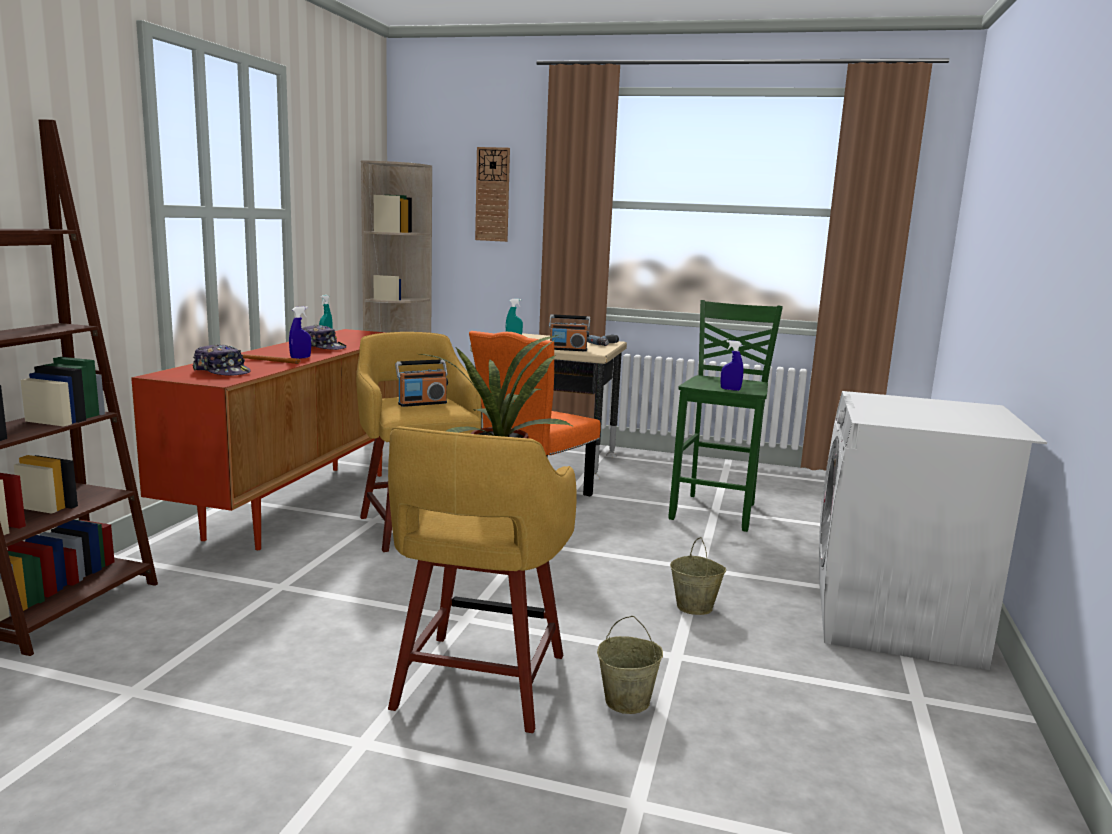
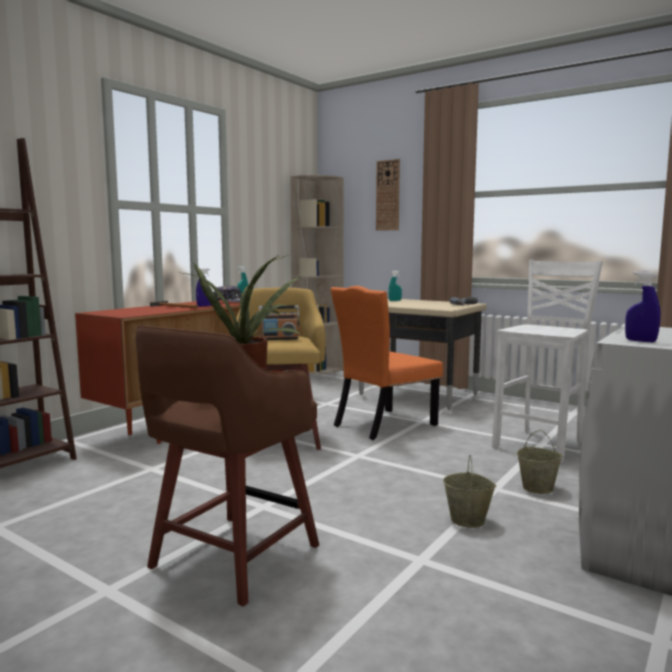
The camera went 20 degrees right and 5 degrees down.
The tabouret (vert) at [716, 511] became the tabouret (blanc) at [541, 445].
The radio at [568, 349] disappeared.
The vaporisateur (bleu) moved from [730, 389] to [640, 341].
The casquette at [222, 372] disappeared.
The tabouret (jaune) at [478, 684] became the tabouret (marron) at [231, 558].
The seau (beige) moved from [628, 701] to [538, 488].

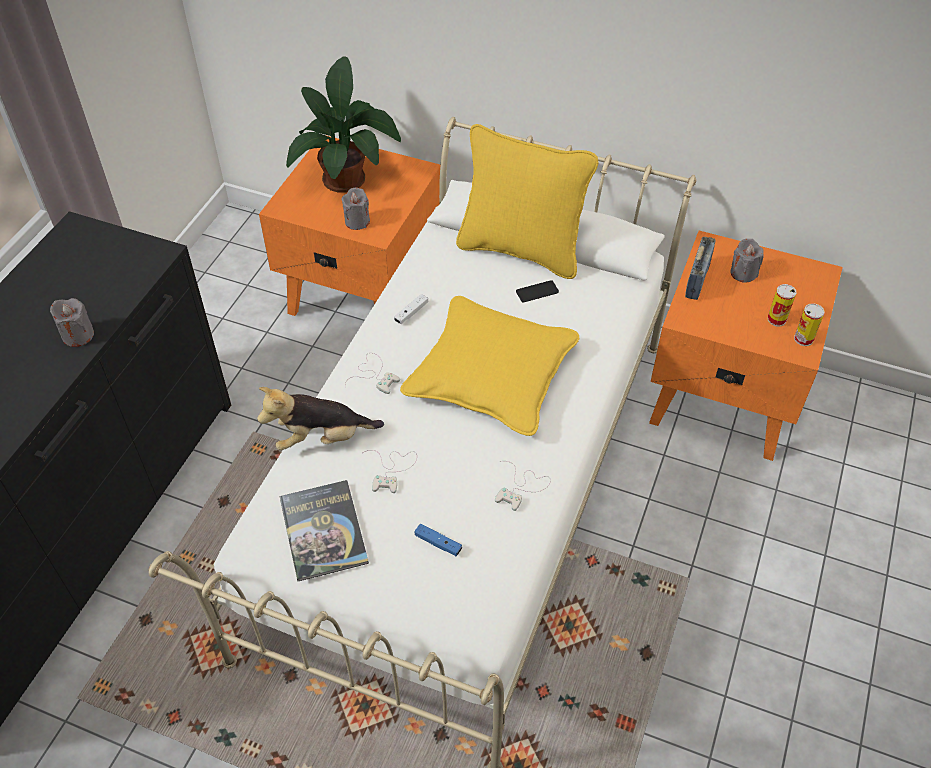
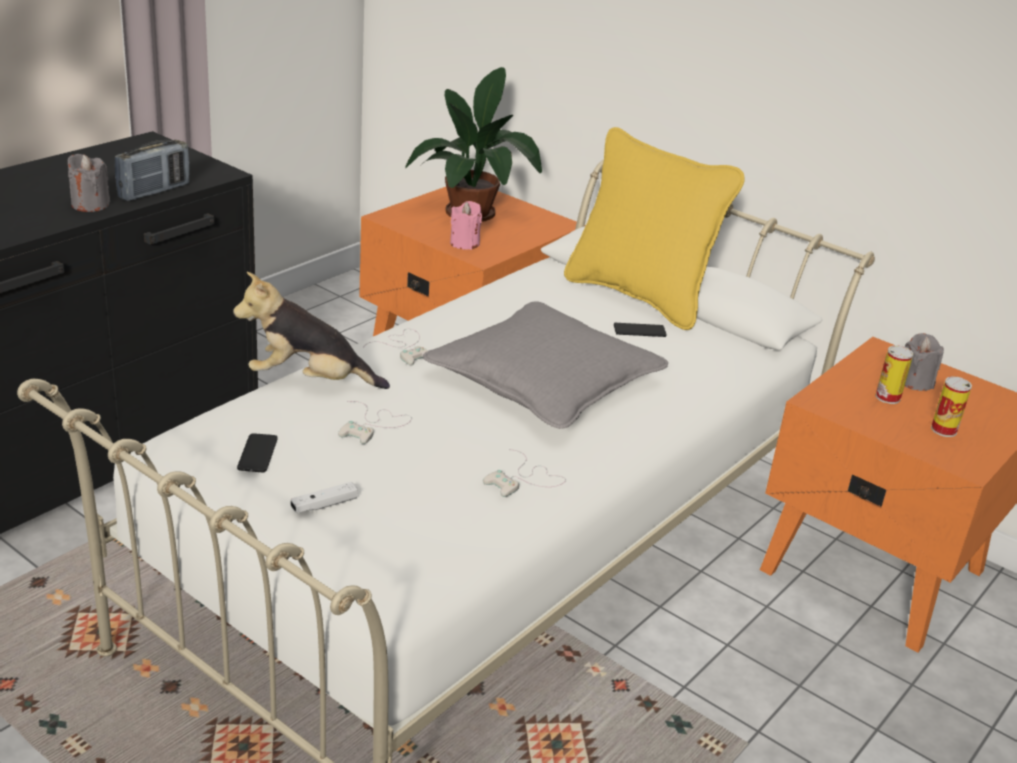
The camera went 15 degrees right and 20 degrees down.
The bougie (gris) at [357, 221] became the bougie (rose) at [464, 243].
The radio moved from [697, 280] to [154, 192].
The manette (blanc) moved from [411, 313] to [324, 505].
The coussin (jaune) at [491, 373] became the coussin (gris) at [544, 379].
The boîte métallique moved from [803, 339] to [887, 397].
The livre at [323, 530] was replaced by the téléphone at [257, 453].
The manette (bleu) at [438, 543] disappeared.

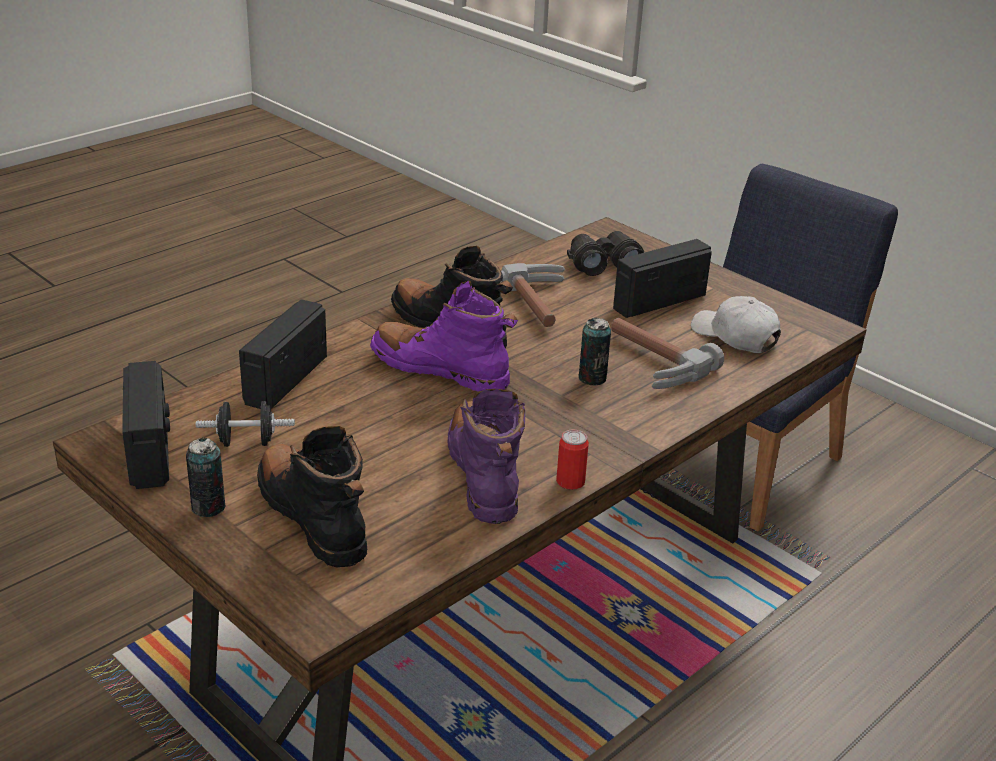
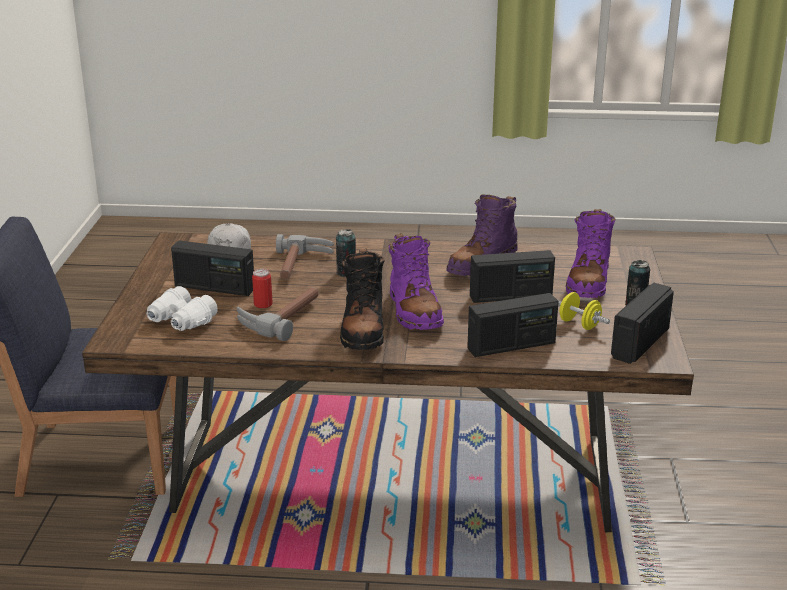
The camera went 130 degrees left and 5 degrees down.
The jumelles (noir) at [603, 264] became the jumelles (blanc) at [181, 321].
The haltère (noir) at [246, 442] became the haltère (jaune) at [579, 324].
The botte (noir) at [313, 518] became the botte (violet) at [588, 282].
The boîte métallique moved from [570, 482] to [263, 304].
The radio at [511, 296] appeared.

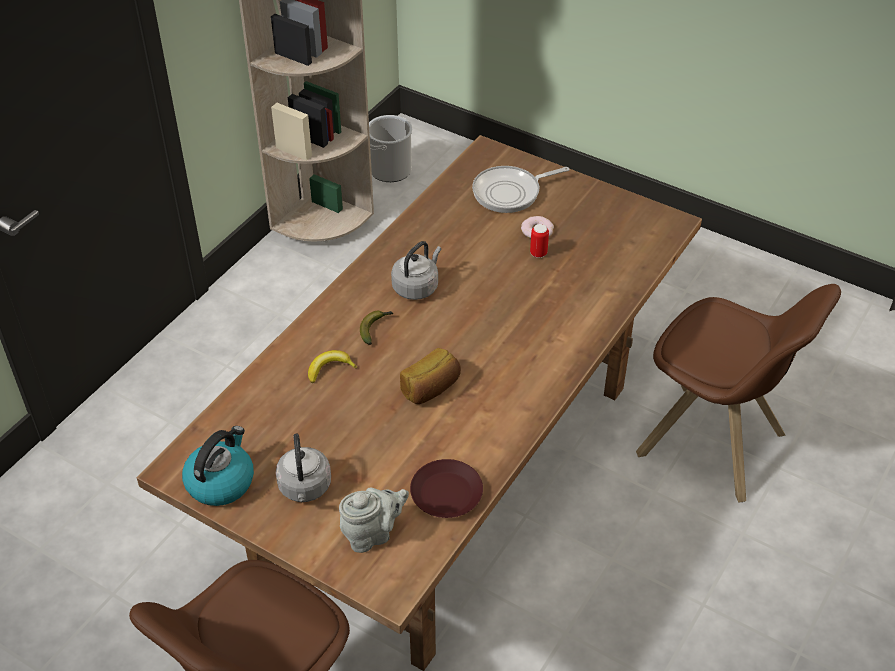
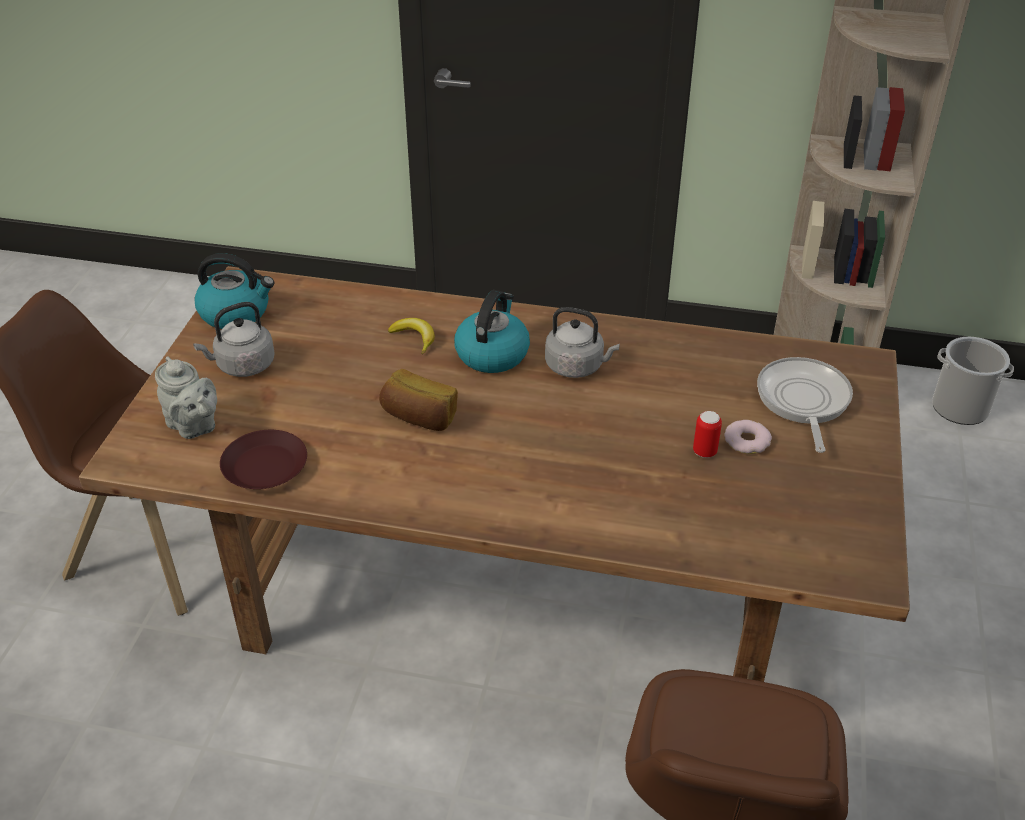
The camera went 70 degrees right and 5 degrees down.
The poêle at [510, 192] turned 45 degrees clockwise.
The banane at [375, 328] was replaced by the bouilloire at [492, 353].

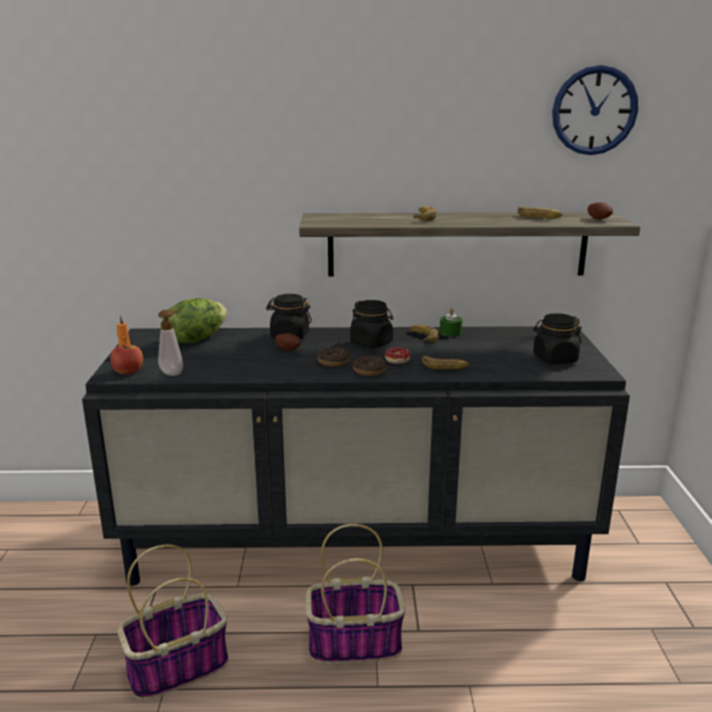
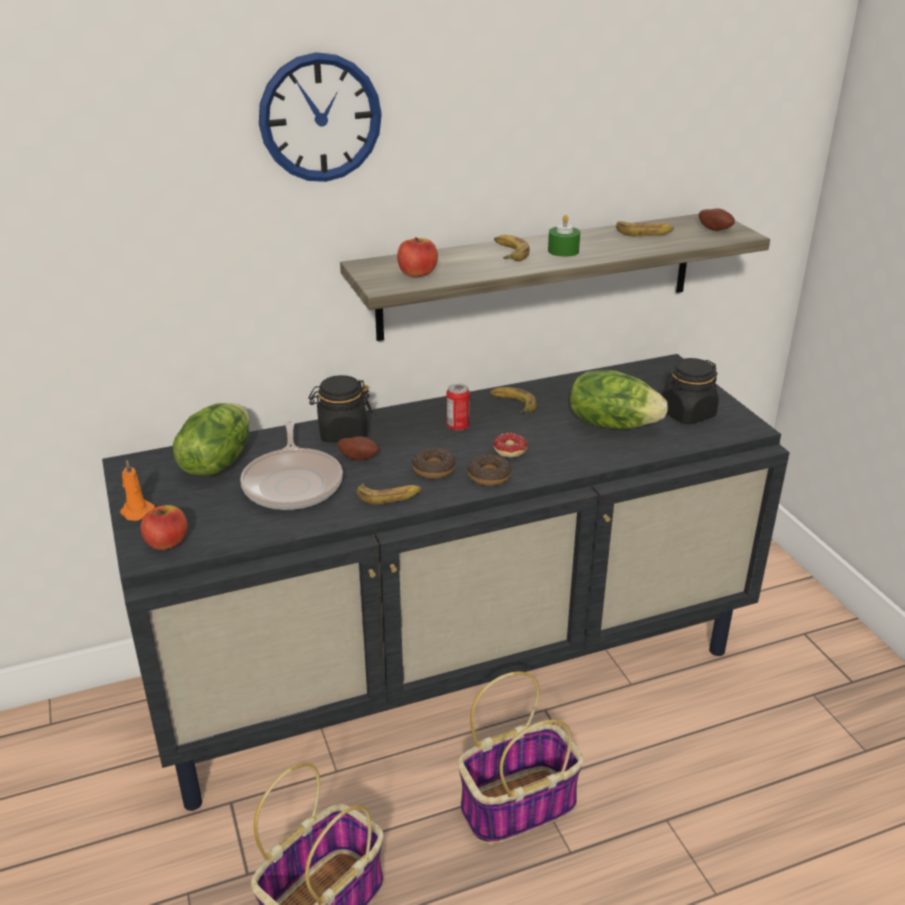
The camera went 20 degrees left and 10 degrees up.
The horloge murale moved from [594, 111] to [320, 118].
The bocal (noir) at [371, 343] was replaced by the boîte métallique at [458, 426].
The bougie (vert) moved from [450, 332] to [563, 251].
The distributeur de savon at [173, 373] disappeared.
The banane moved from [445, 366] to [389, 496].
The pomme at [417, 273] appeared.
The laitue at [612, 424] appeared.
The poêle at [293, 483] appeared.

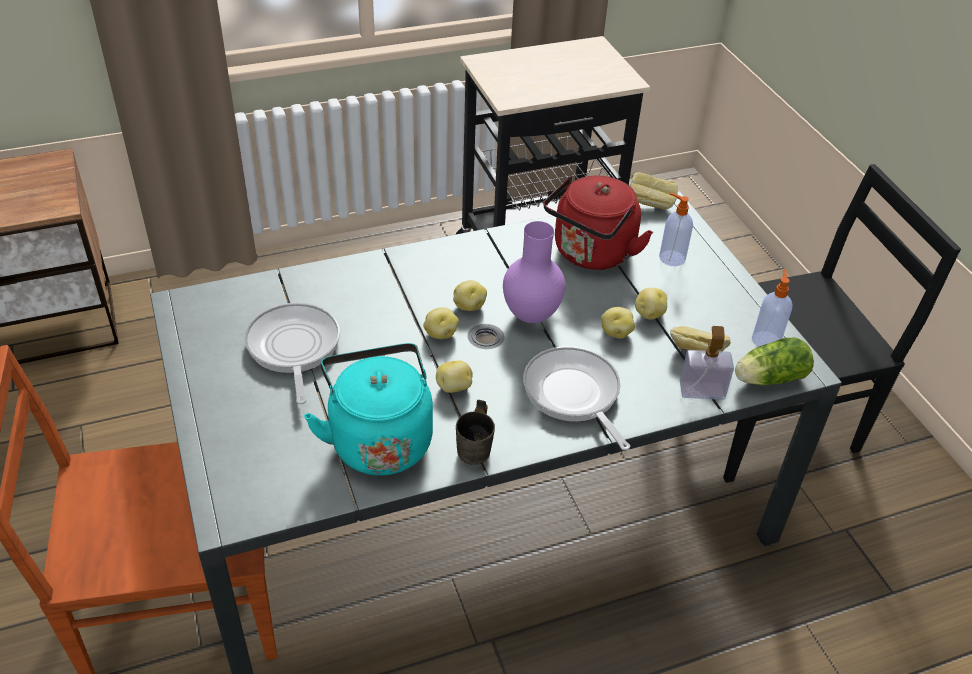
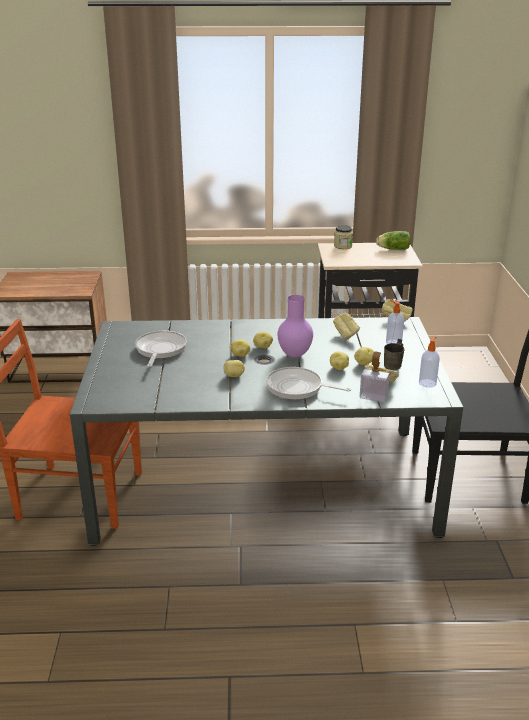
The camera went 20 degrees right and 15 degrees down.
The bouilloire (rouge) at [591, 254] was replaced by the pain at [346, 335].
The laitue moved from [767, 378] to [392, 249].
The bouilloire (turquoise) at [379, 439] disappeared.
The poêle at [574, 394] turned 60 degrees counterclockwise.
The mug (gris) moved from [479, 448] to [396, 366].
The bocal at [343, 246] appeared.

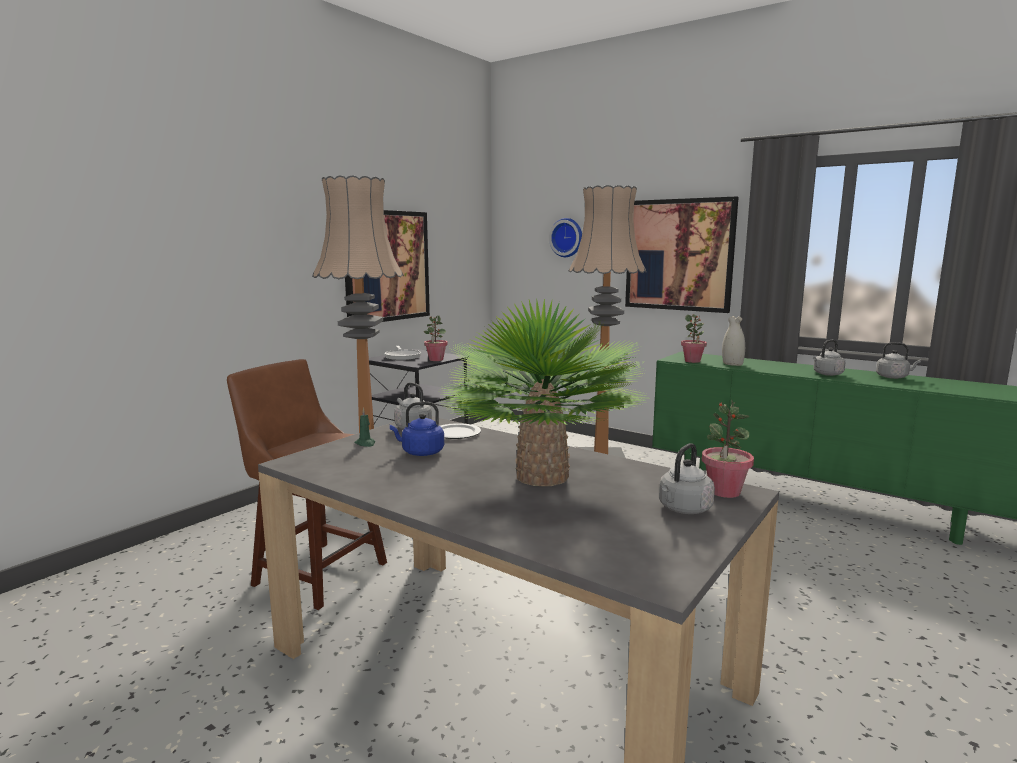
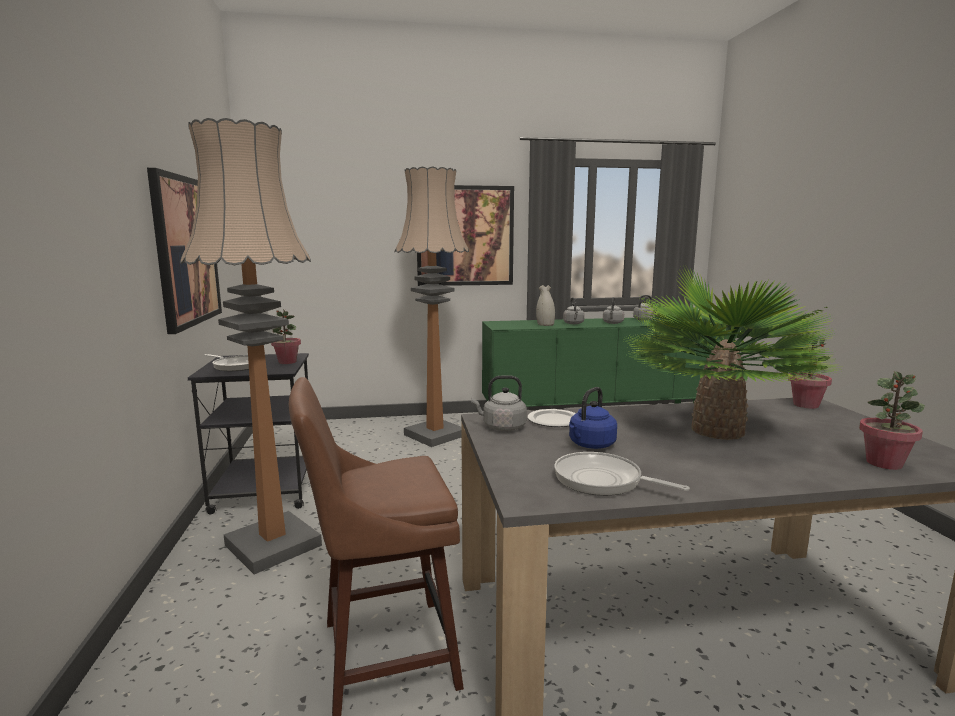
The camera went 45 degrees left and 0 degrees up.
The horloge murale at [567, 237] disappeared.
The plante en pot moved from [692, 361] to [884, 463].
The bougie (vert) at [365, 443] disappeared.
The bouilloire (gris) moved from [683, 509] to [573, 323].
The poêle at [602, 481] appeared.

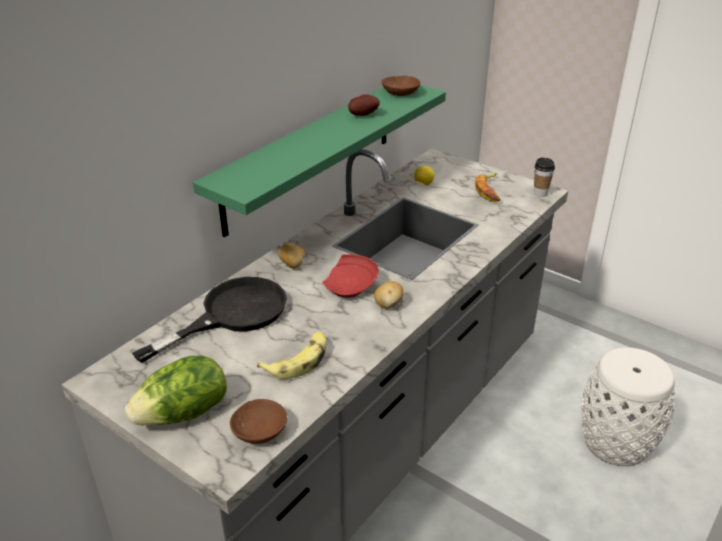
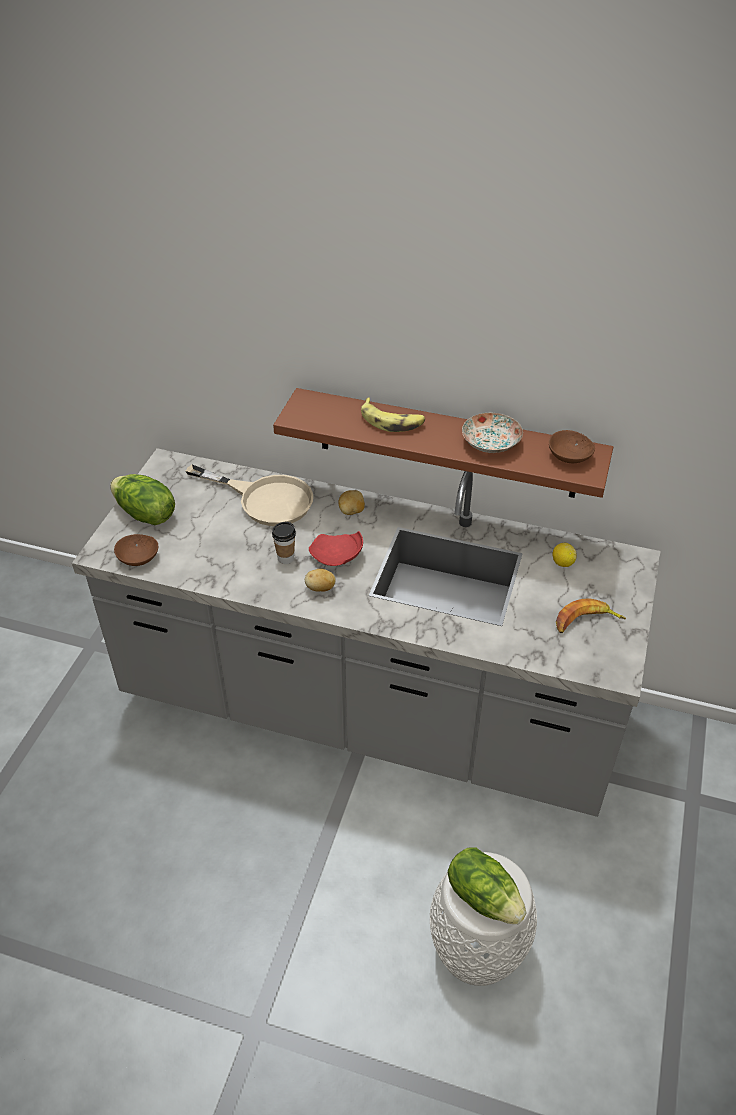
The camera went 70 degrees right and 10 degrees up.
The étagère (vert) at [311, 154] became the étagère (marron) at [447, 444].
The pomme de terre at [363, 115] was replaced by the assiette at [491, 443].
The tasse moved from [540, 193] to [285, 558].
The poêle (noir) at [231, 314] became the poêle (beige) at [265, 499].
The banane moved from [298, 360] to [392, 421].
The laitue at [484, 896] appeared.

